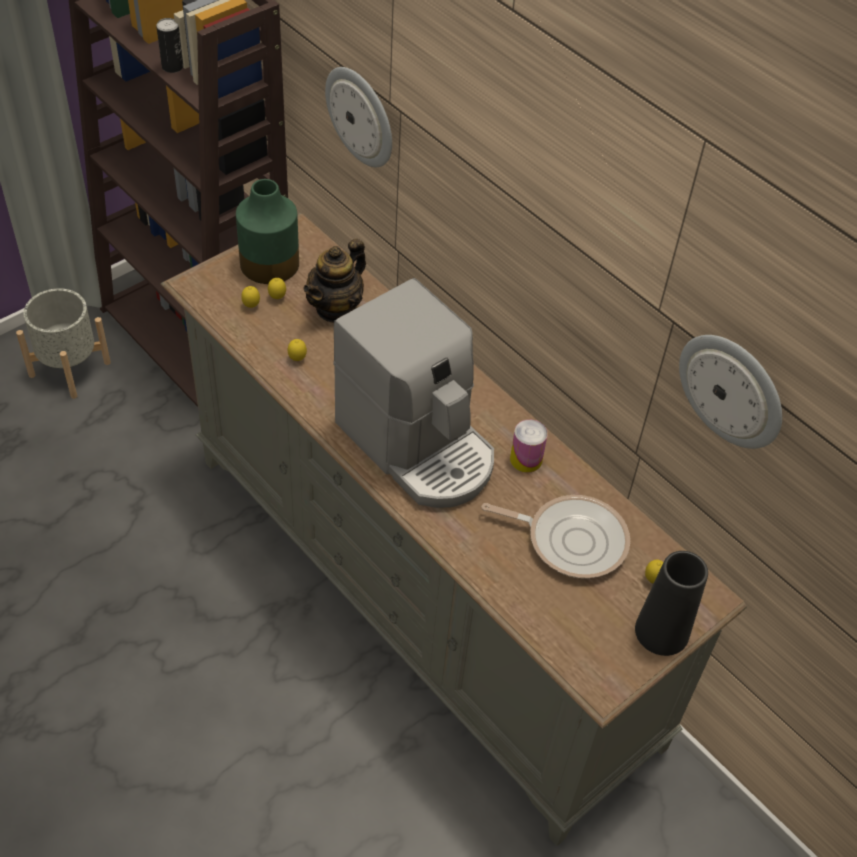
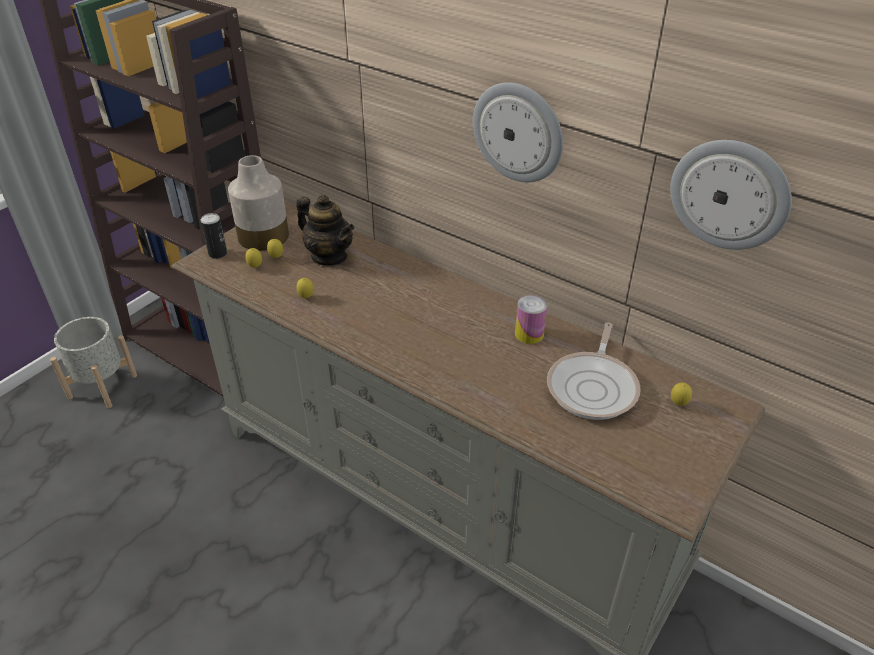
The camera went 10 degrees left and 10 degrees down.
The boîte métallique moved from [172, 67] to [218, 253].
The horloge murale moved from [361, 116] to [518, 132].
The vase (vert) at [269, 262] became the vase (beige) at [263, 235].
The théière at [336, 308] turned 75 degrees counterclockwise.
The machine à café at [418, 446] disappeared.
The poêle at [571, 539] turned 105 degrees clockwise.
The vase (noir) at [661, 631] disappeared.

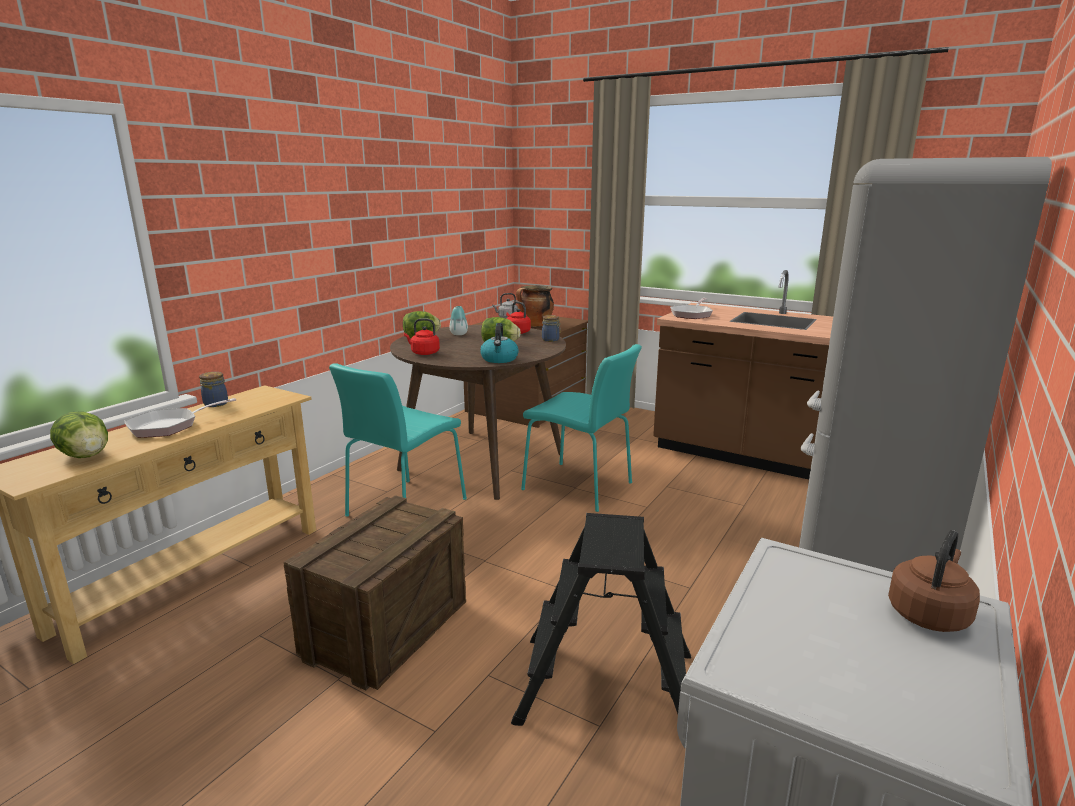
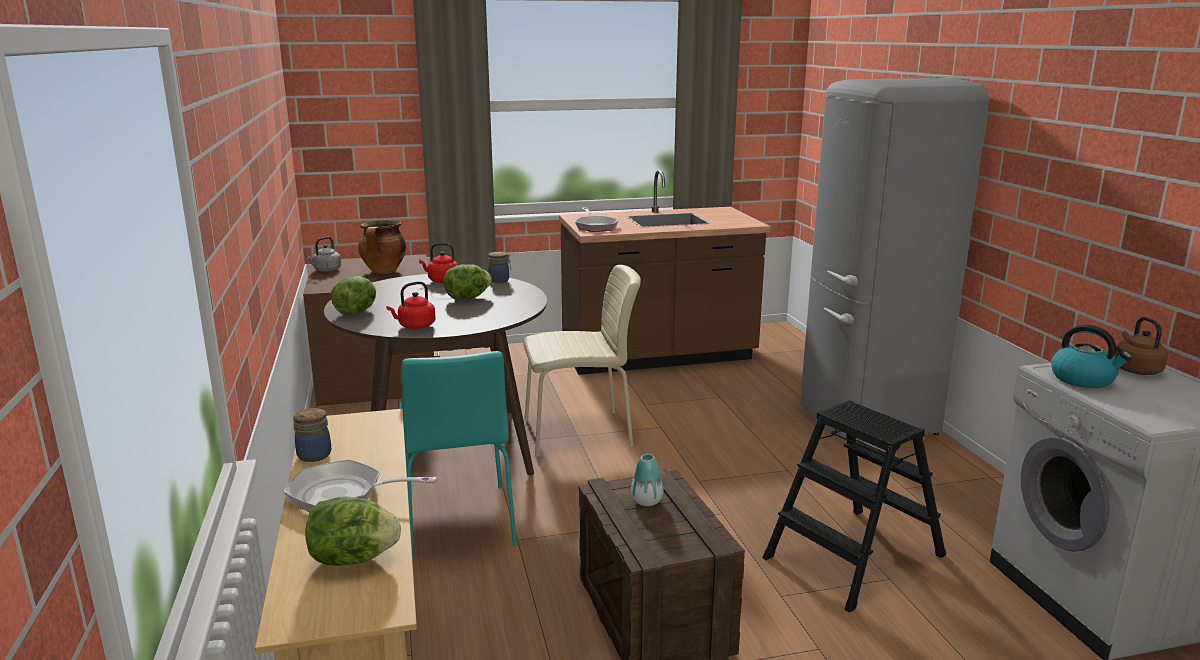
The camera went 45 degrees left and 0 degrees up.
The vase moved from [459, 334] to [646, 501].
The bouilloire moved from [499, 359] to [1083, 379].
The chaise (turquoise) at [581, 487] became the chaise (beige) at [582, 433].
The poêle at [169, 426] turned 90 degrees clockwise.

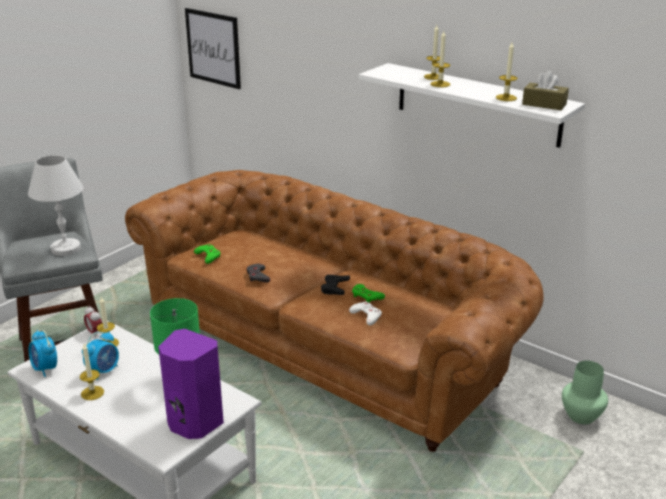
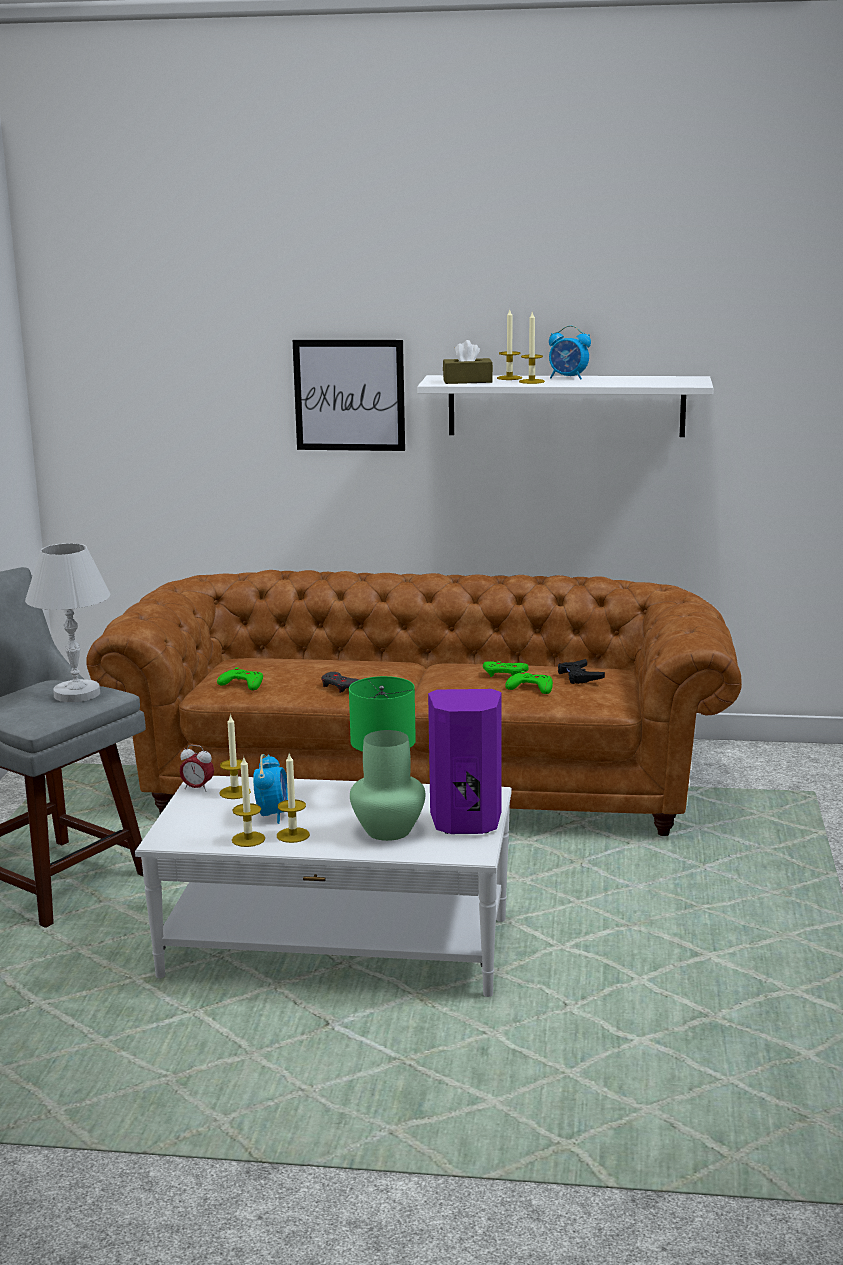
The camera went 30 degrees left and 10 degrees down.
The tableau moved from [213, 48] to [349, 395].
The bougie moved from [506, 97] to [248, 839].
The boîte à mouchoirs (marron) moved from [544, 104] to [467, 381].
The manette (noir) moved from [335, 287] to [579, 676].
The manette (blanc) at [366, 316] became the manette (vert) at [530, 688].
The réveil moved from [45, 369] to [568, 378].
The vase (vert) moved from [581, 415] to [387, 830].

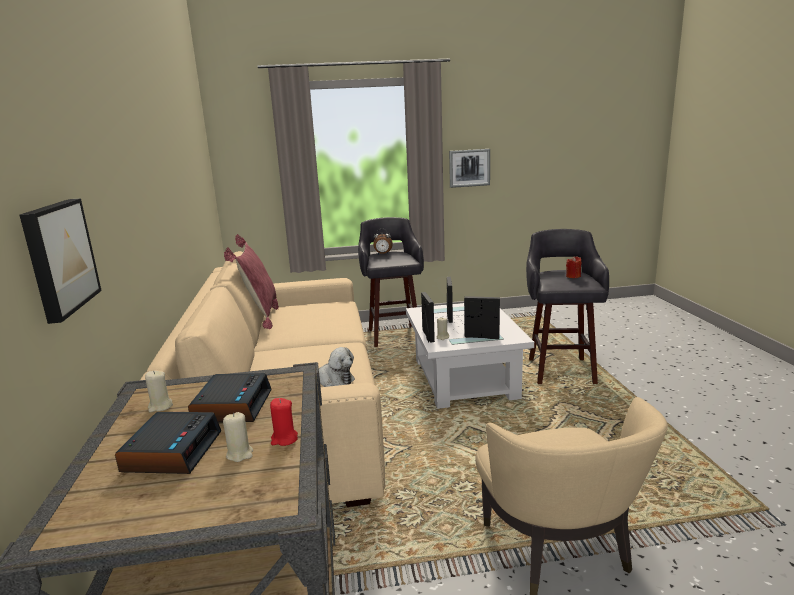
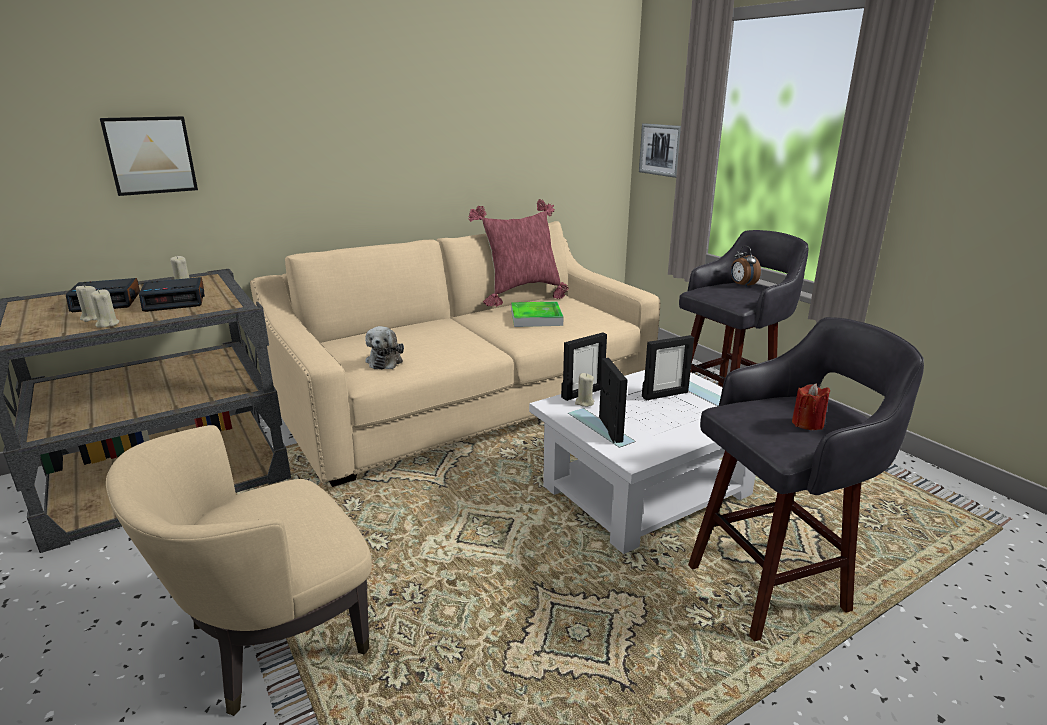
The camera went 65 degrees right and 5 degrees up.
The tableau moved from [469, 168] to [661, 150].
The bougie (rouge) at [284, 439] became the bougie (beige) at [107, 324].
The plateau at [536, 318] appeared.

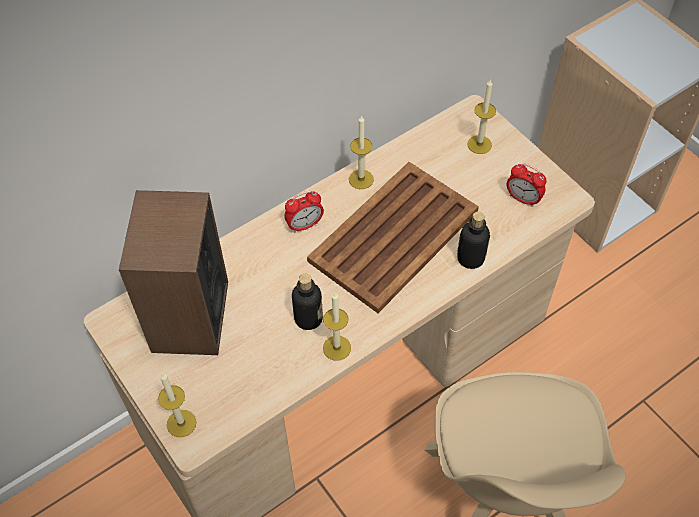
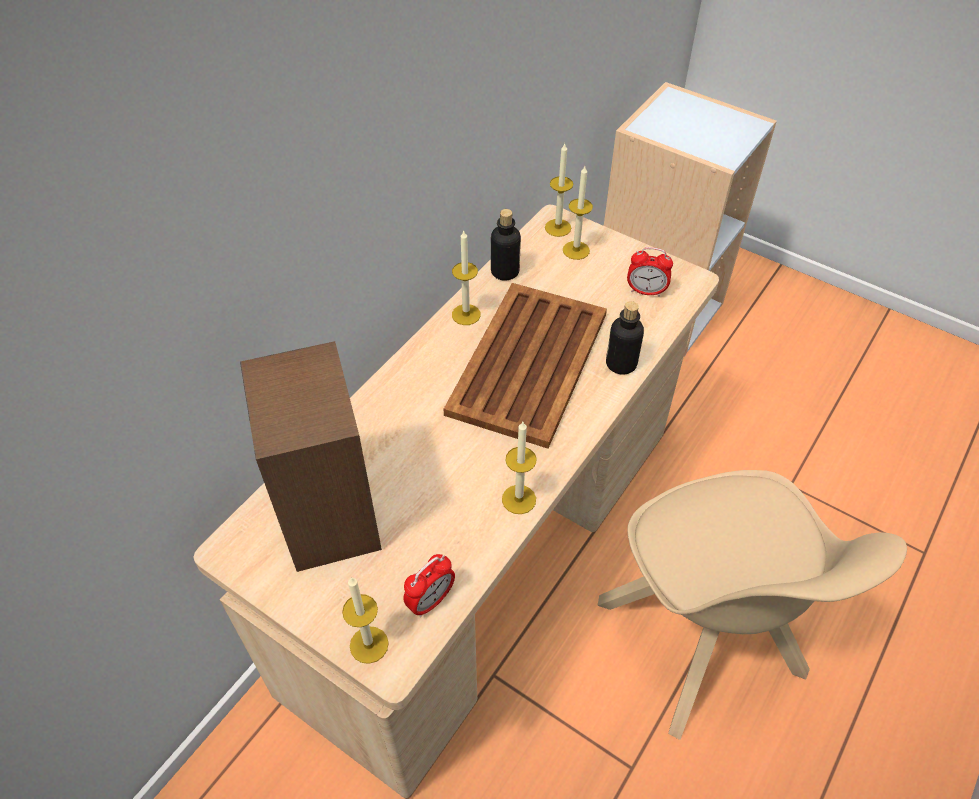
The camera went 20 degrees left and 5 degrees down.
The réveil moved from [304, 225] to [430, 600].
The bouteille moved from [308, 318] to [505, 271].
The bougie at [558, 228] appeared.

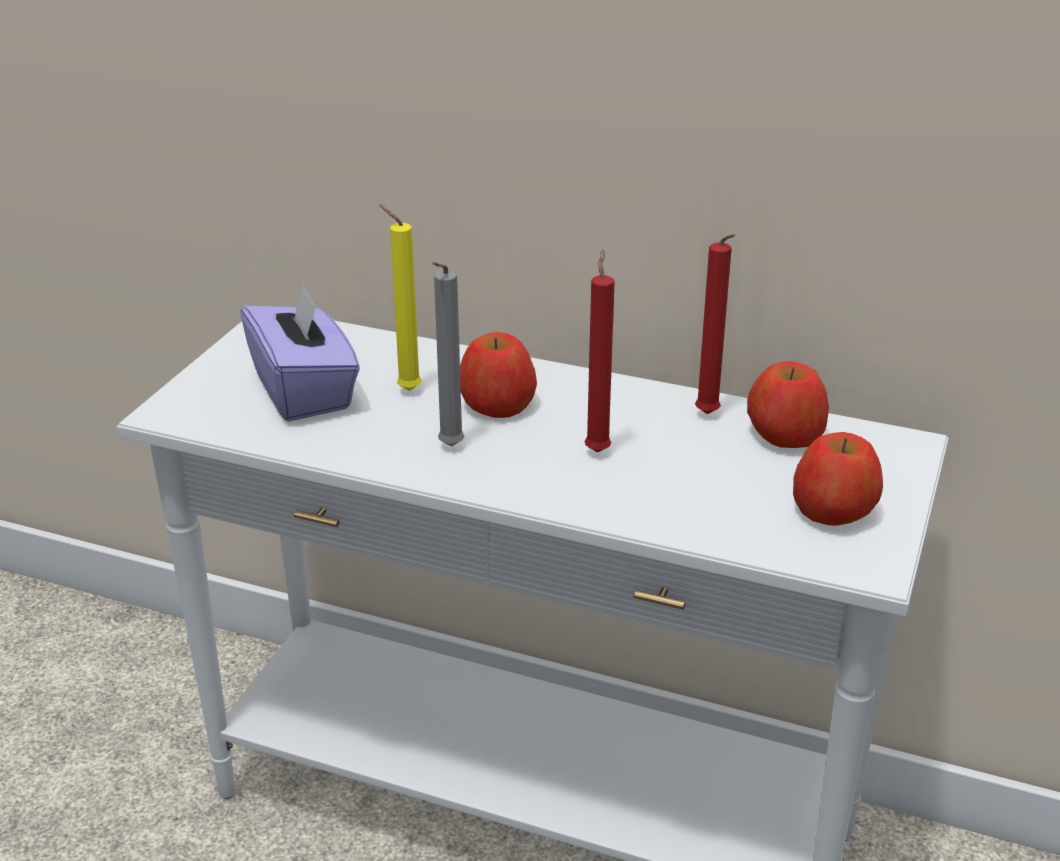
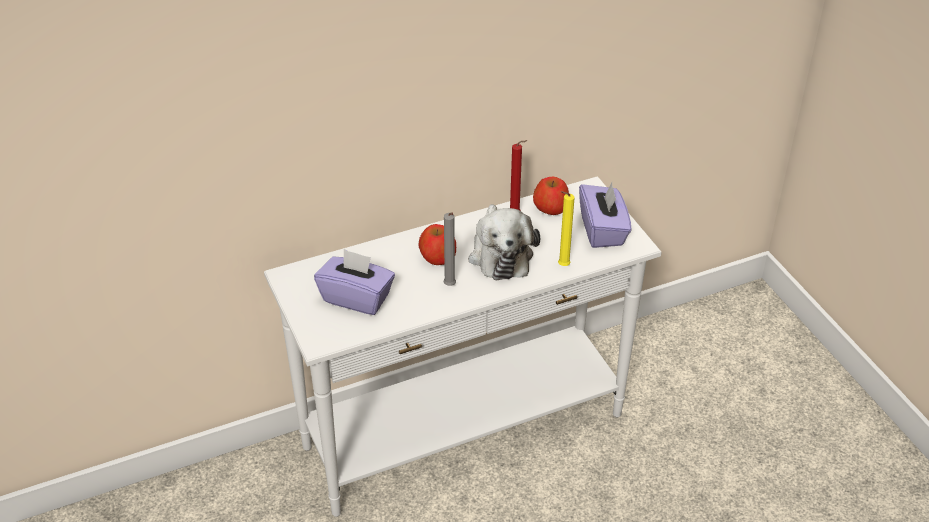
The camera went 45 degrees left and 10 degrees up.
The bougie (jaune) moved from [405, 390] to [562, 266].
The bougie (rouge) at [597, 449] was replaced by the peluche at [500, 254].
The pomme at [833, 511] was replaced by the boîte à mouchoirs (violet) at [603, 230].

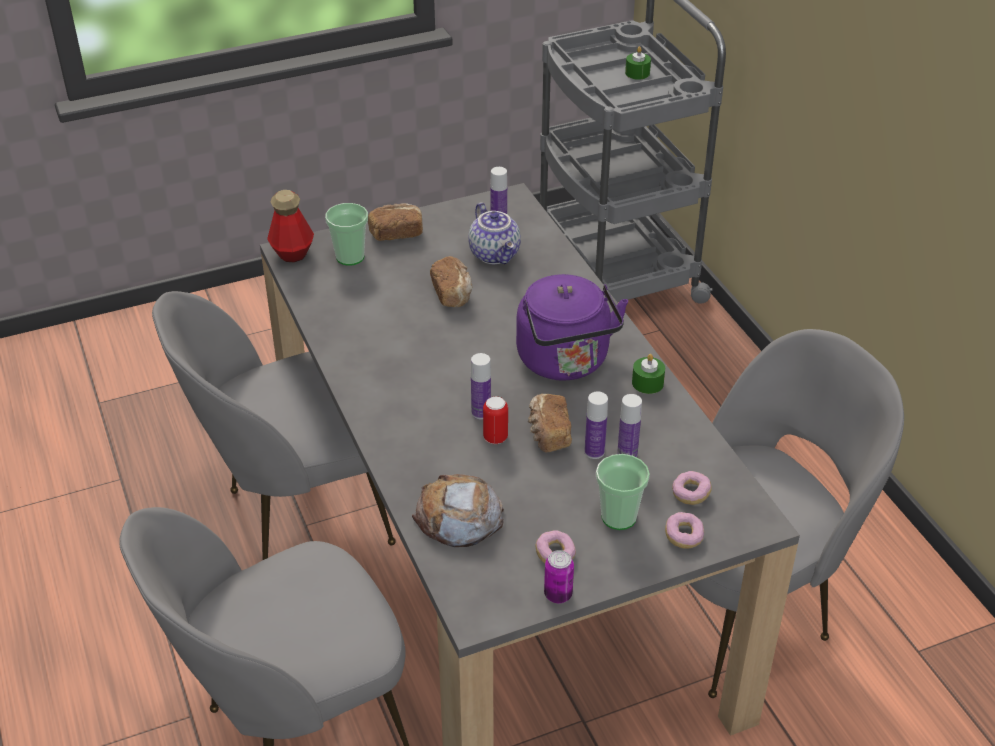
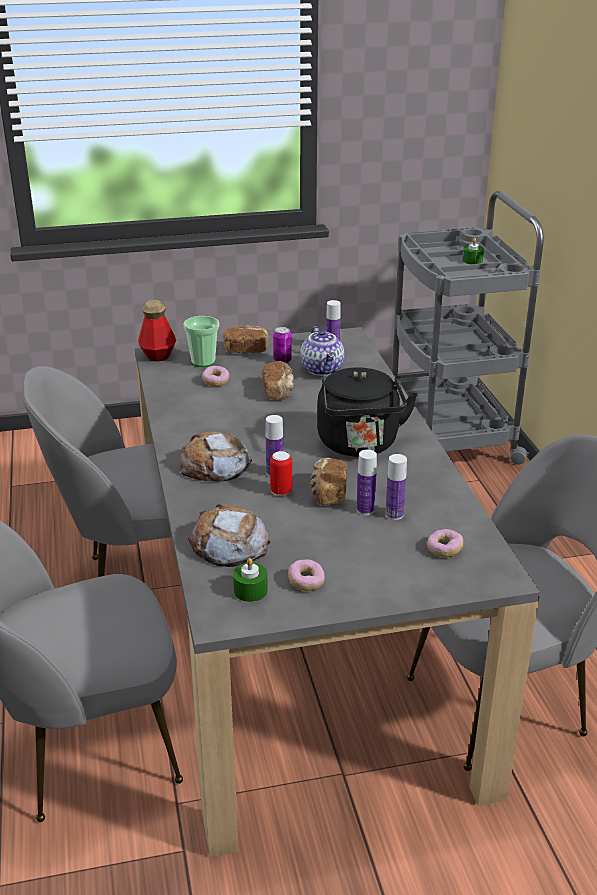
The camera went 10 degrees right and 10 degrees down.
The bouilloire (violet) at [566, 362] became the bouilloire (noir) at [359, 445].
The bougie (vert) moved from [647, 383] to [250, 590].
The tasse at [619, 517] disappeared.
The beignet moved from [683, 536] to [215, 381].
The boîte métallique moved from [558, 594] to [282, 361].
The pain at [215, 465] appeared.

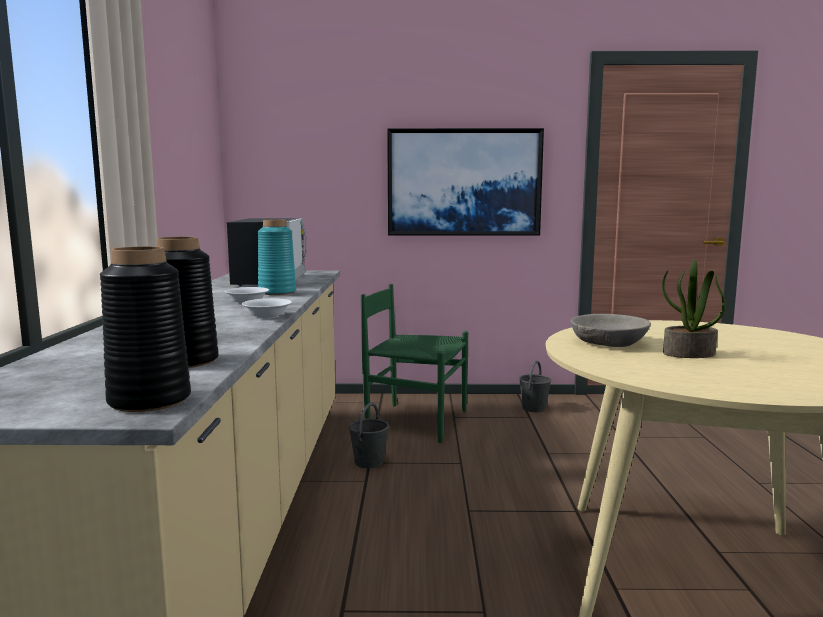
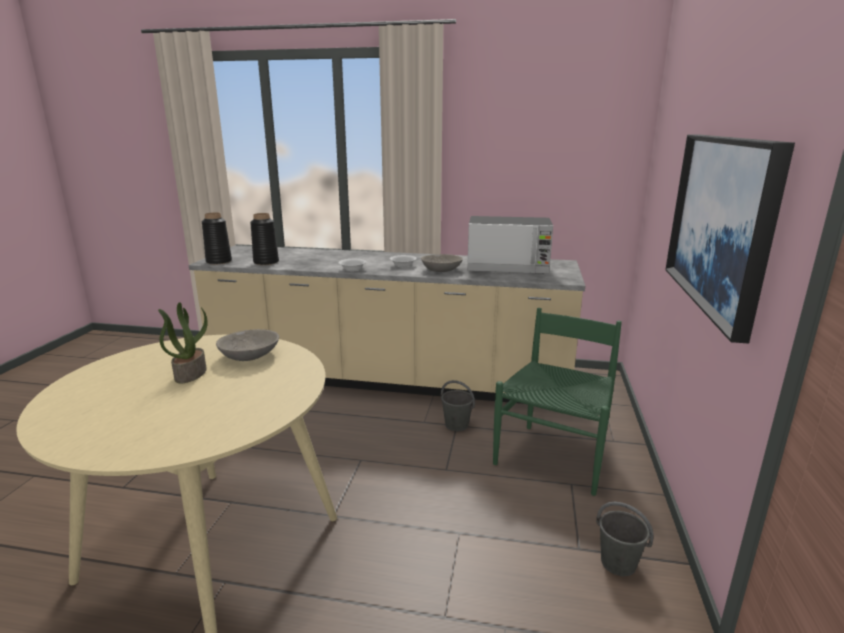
The camera went 100 degrees right and 10 degrees up.
The vase (turquoise) at [277, 292] was replaced by the bol (gris) at [441, 270].

